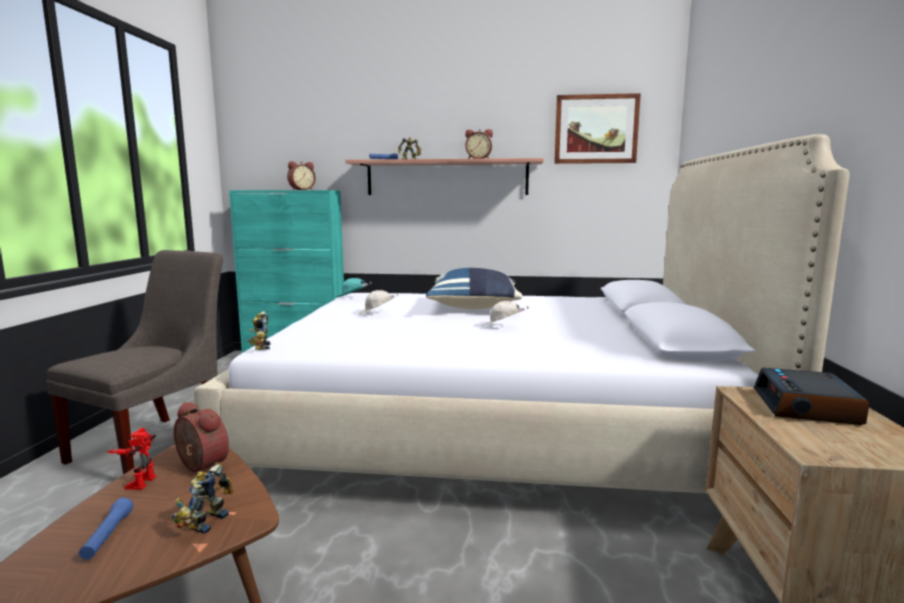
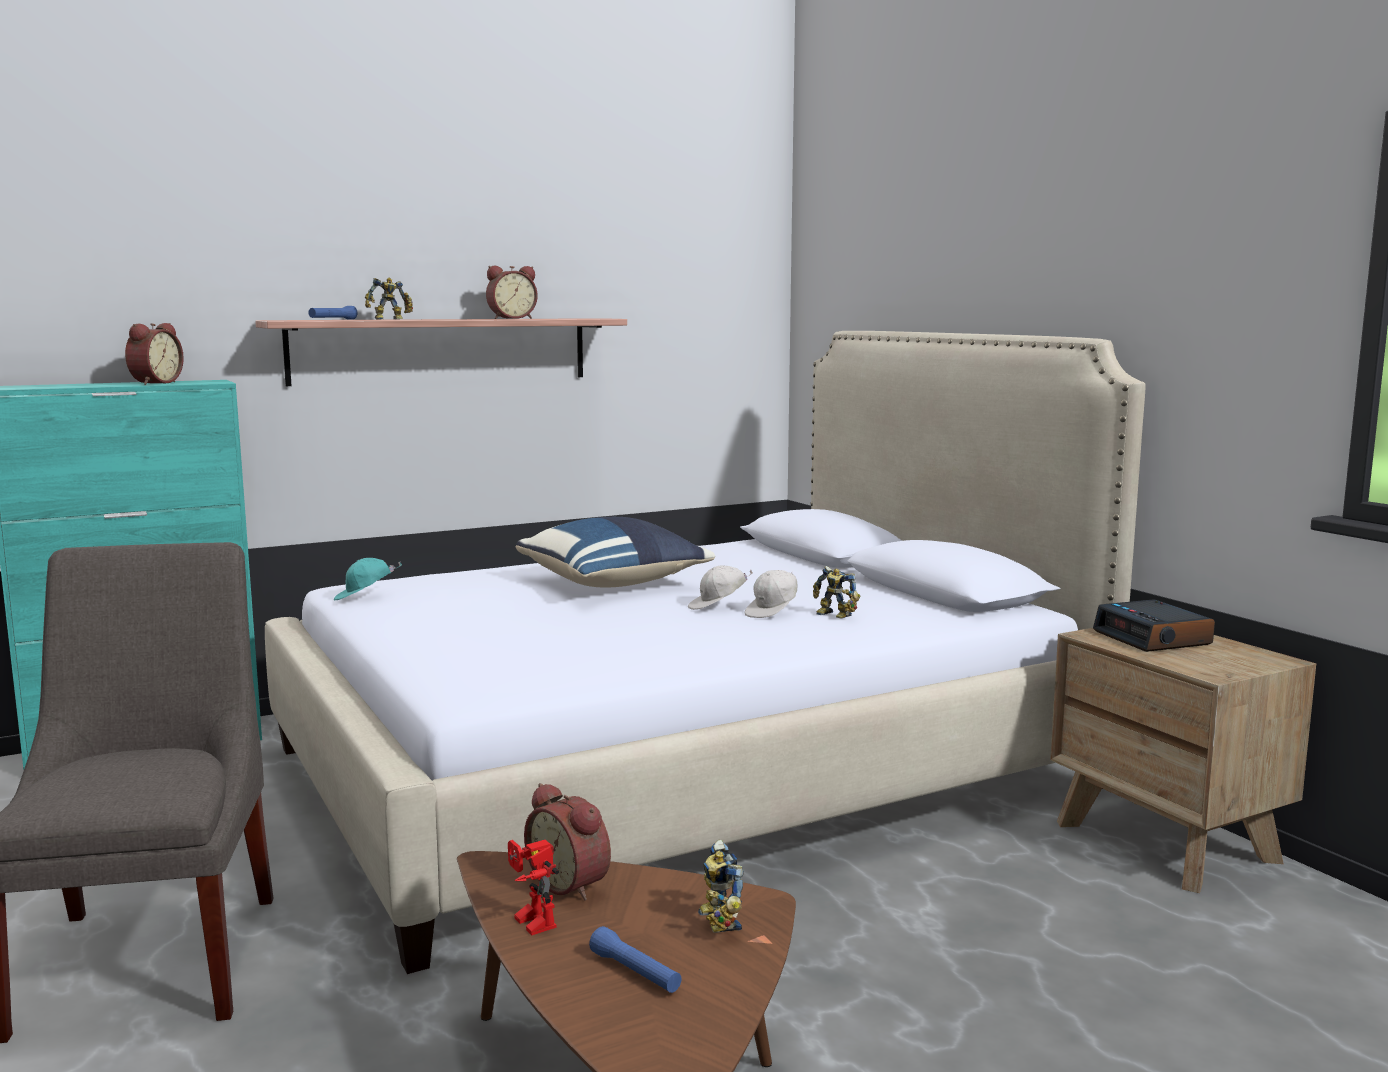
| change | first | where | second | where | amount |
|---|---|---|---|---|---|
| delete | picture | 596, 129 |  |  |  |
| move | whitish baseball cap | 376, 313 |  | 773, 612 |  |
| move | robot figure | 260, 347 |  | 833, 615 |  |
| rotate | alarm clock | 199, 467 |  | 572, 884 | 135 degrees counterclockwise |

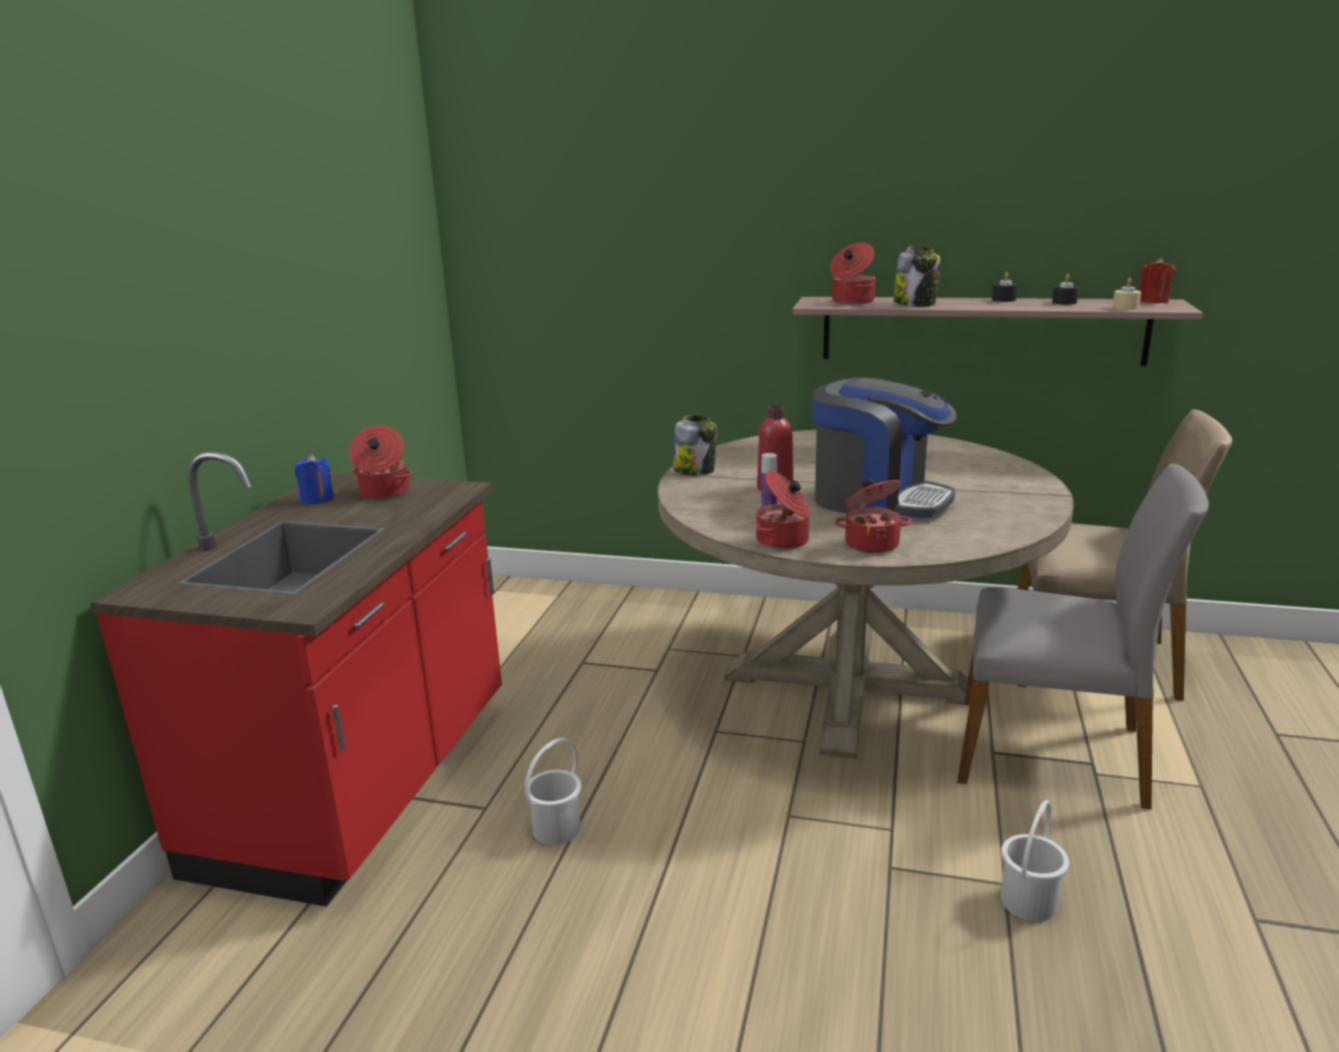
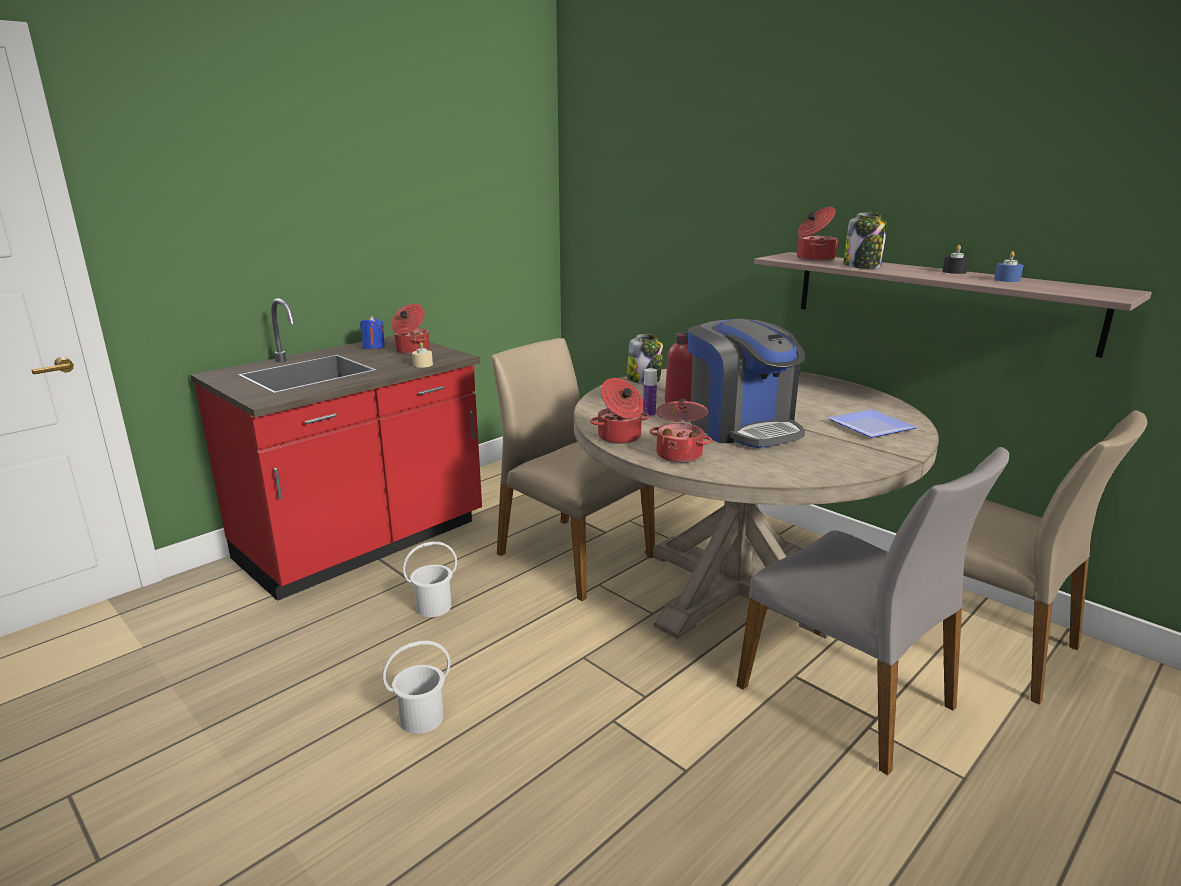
| change | first | where | second | where | amount |
|---|---|---|---|---|---|
| delete | reddish wax candle | 1153, 301 |  |  |  |
| recolor | blackish wax candle | 1064, 302 | bluish wax candle | 1007, 280 |  |
| move | beige-coloured wax candle | 1125, 307 |  | 423, 364 |  |
| move | whitish bucket | 1029, 901 |  | 422, 718 |  |
| insert |  |  | beige-coloured plain chair | 572, 555 |  |
| insert |  |  | plate | 871, 428 |  |

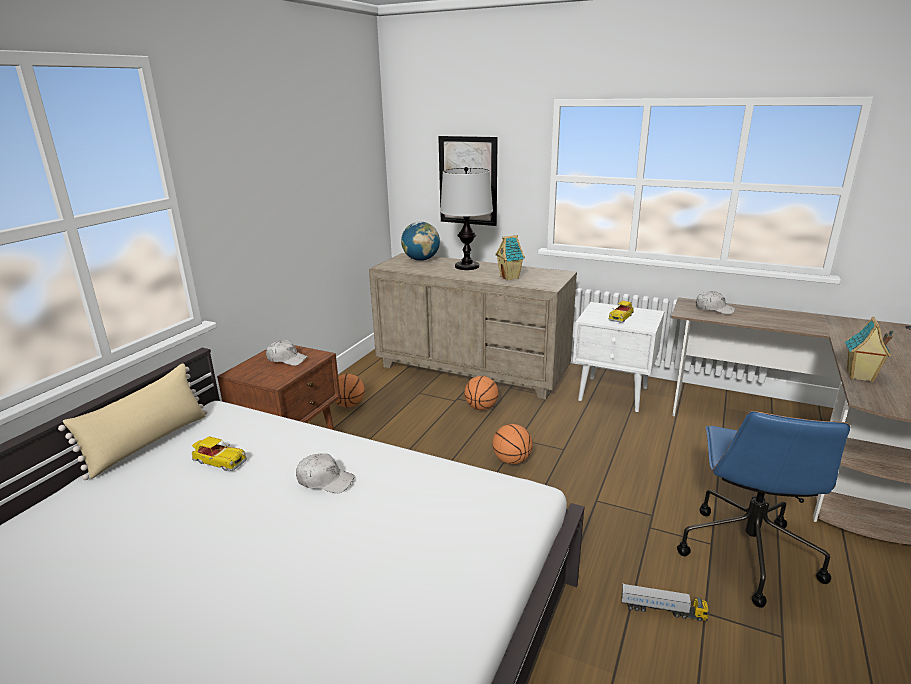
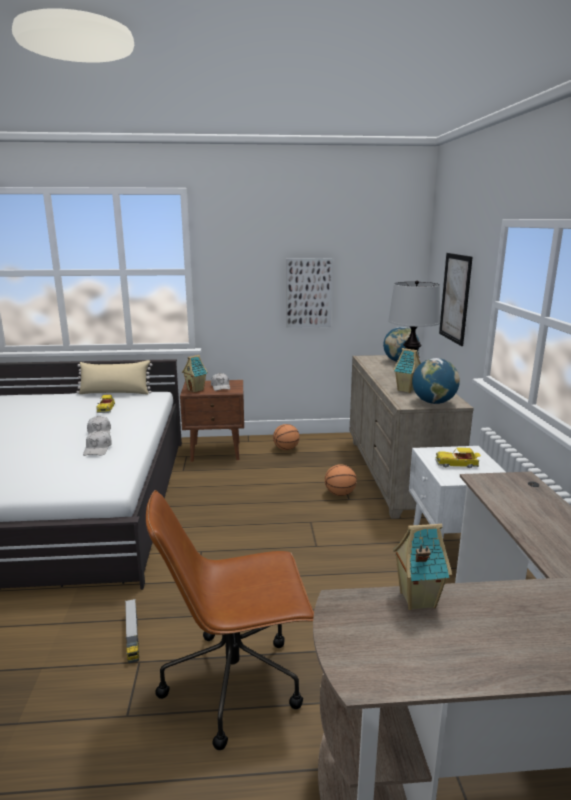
| change | first | where | second | where | amount |
|---|---|---|---|---|---|
| move | whitish baseball cap | 714, 309 |  | 98, 449 |  |
| recolor | bluish office chair | 746, 552 | brownish office chair | 235, 682 |  |
| delete | basketball | 511, 460 |  |  |  |
| insert |  |  | picture | 308, 293 |  |
| insert |  |  | miniature house | 196, 390 |  |
| insert |  |  | globe | 433, 402 |  |

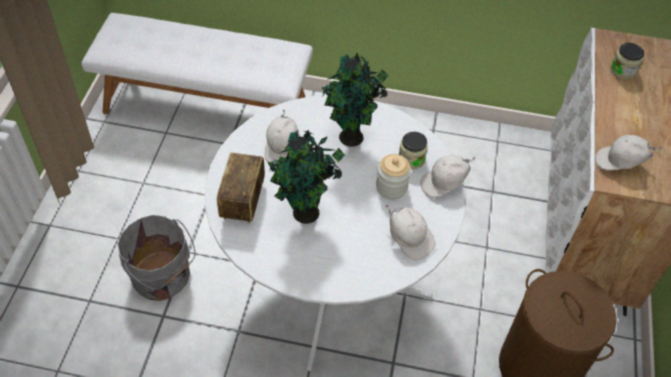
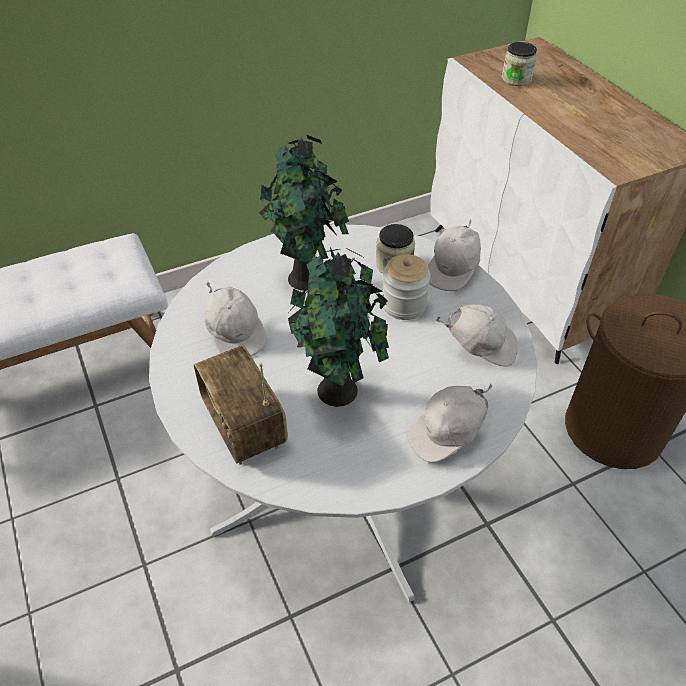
| change | first | where | second | where | amount |
|---|---|---|---|---|---|
| move | whitish baseball cap | 620, 163 |  | 447, 435 |  |
| delete | gray bucket | 162, 277 |  |  |  |

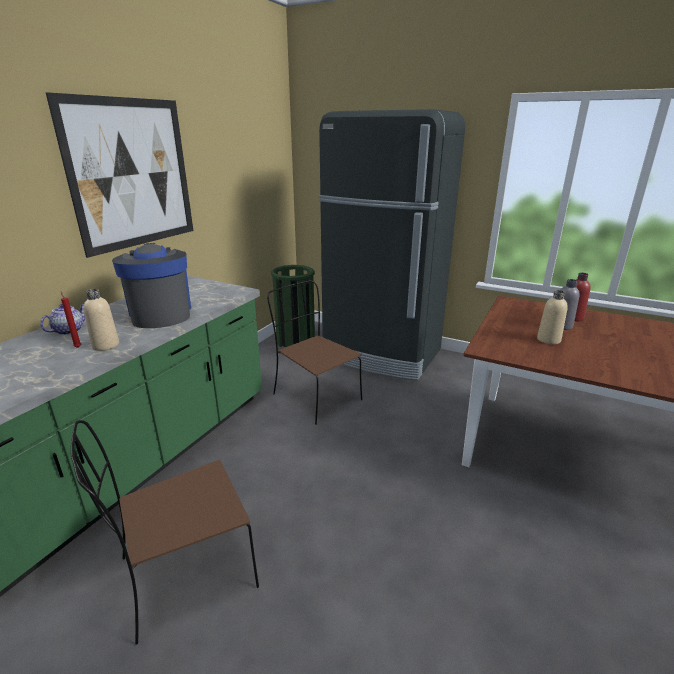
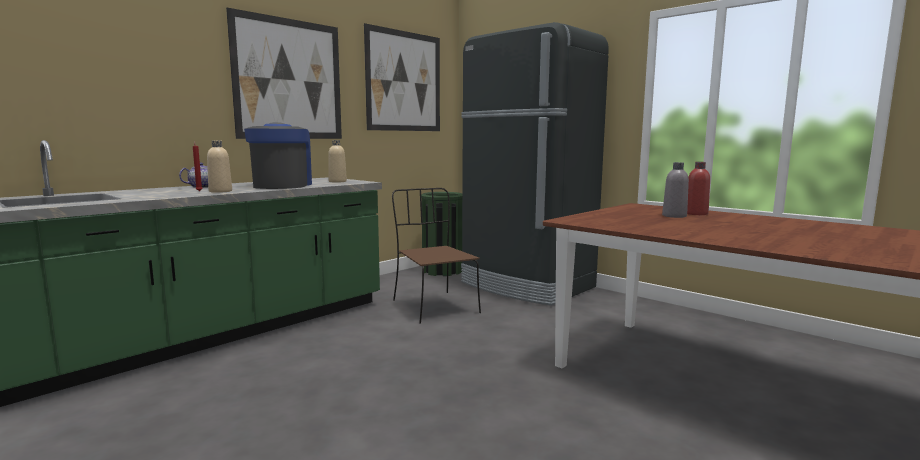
| change | first | where | second | where | amount |
|---|---|---|---|---|---|
| move | beige-coloured beverage bottle | 548, 340 |  | 337, 181 |  |
| delete | brownish plain chair | 184, 574 |  |  |  |
| insert |  |  | picture | 404, 81 |  |

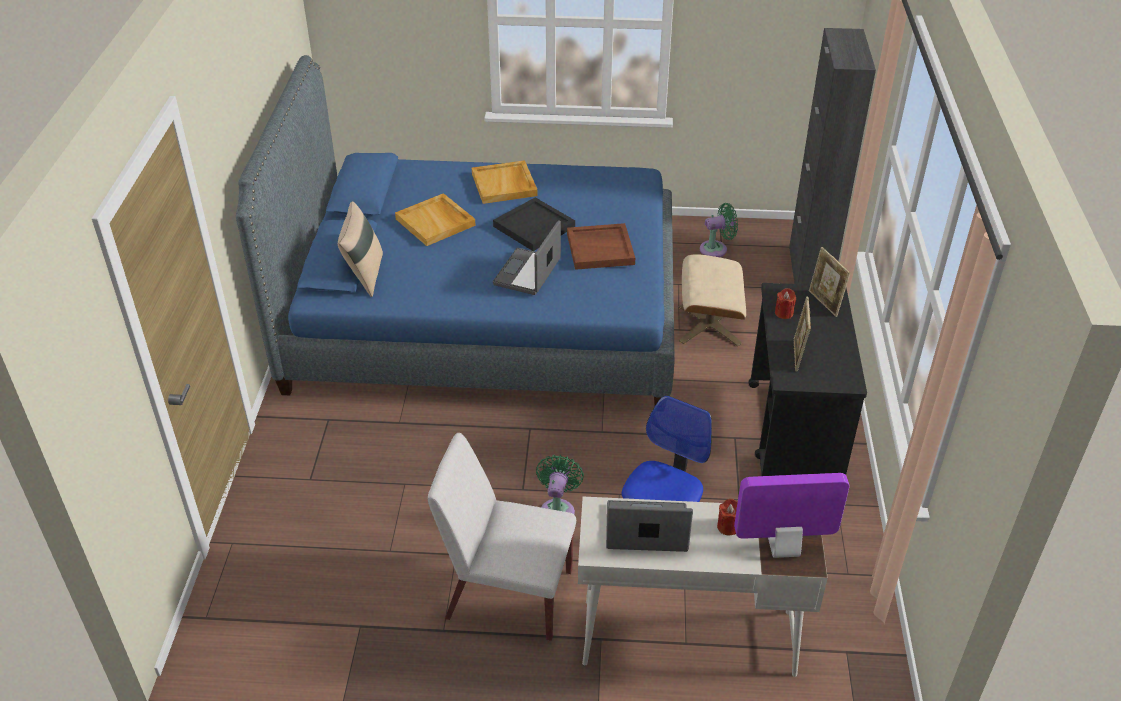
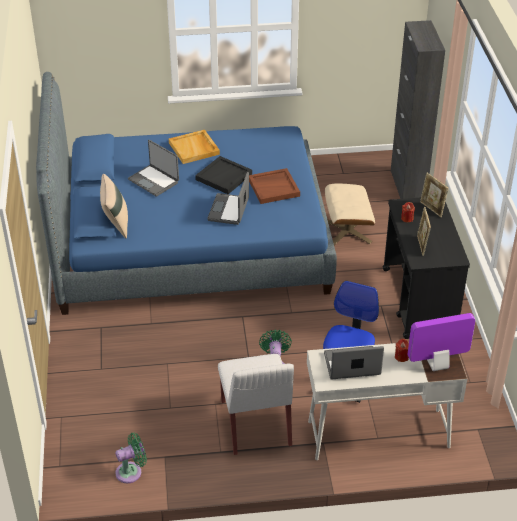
| change | first | where | second | where | amount |
|---|---|---|---|---|---|
| replace | beige-coloured tray | 436, 222 | laptop | 154, 181 |  |
| move | green-coloured electric fan | 716, 249 |  | 131, 471 |  |
| rotate | whitish plain chair | 507, 594 |  | 256, 424 | 105 degrees counterclockwise |

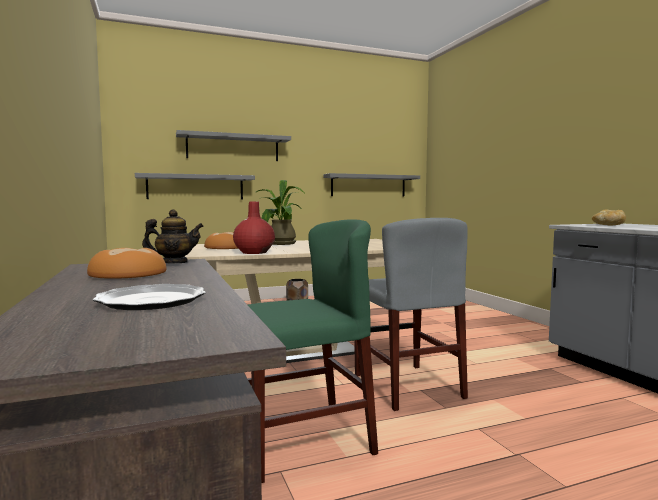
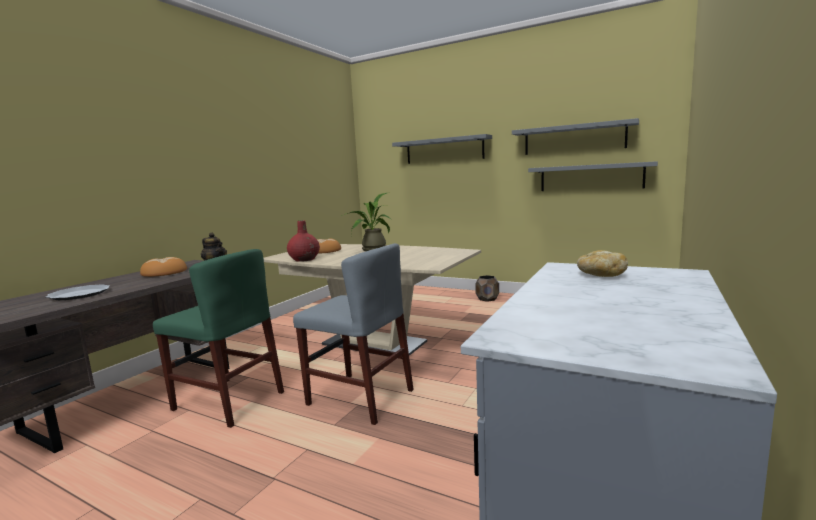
| change | first | where | second | where | amount |
|---|---|---|---|---|---|
| move | gray wall shelf | 196, 187 |  | 574, 139 |  |
| rotate | gray plain chair | 407, 386 |  | 360, 397 | 90 degrees counterclockwise |

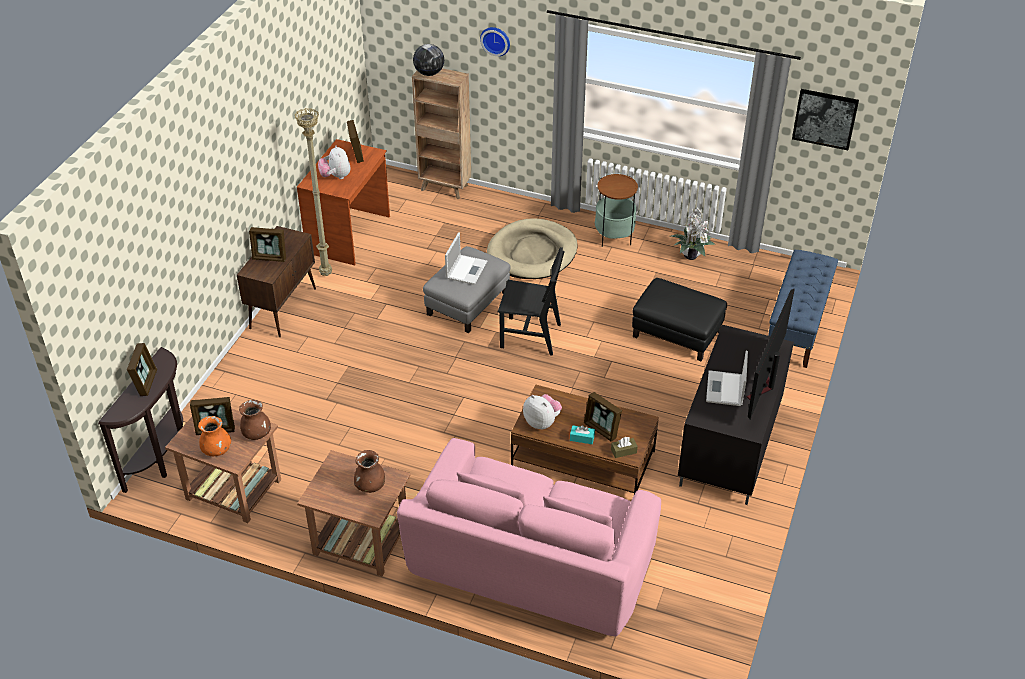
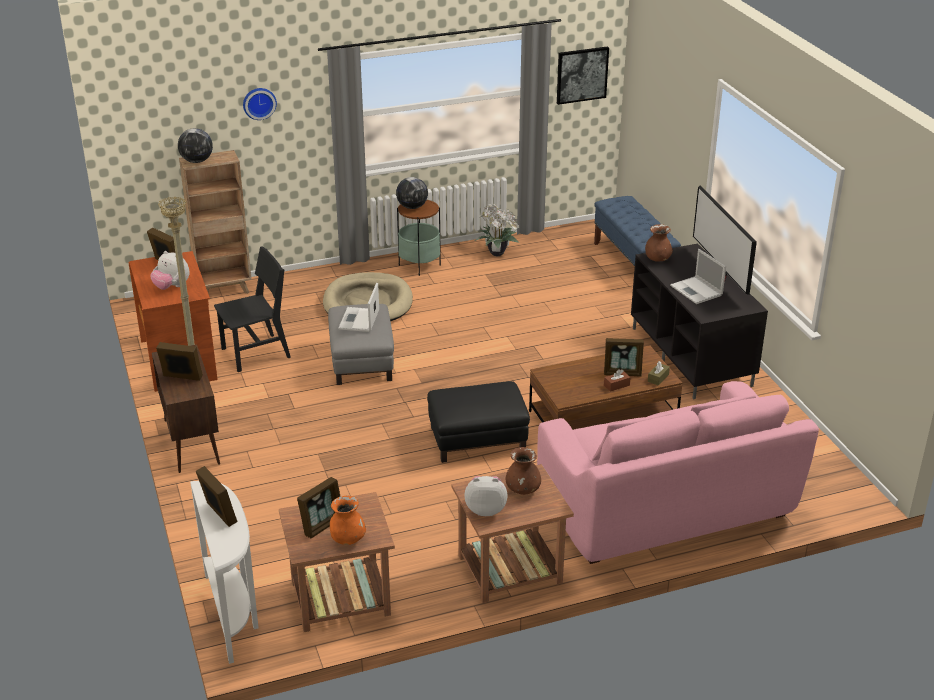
| change | first | where | second | where | amount |
|---|---|---|---|---|---|
| rotate | standing frame | 270, 257 |  | 181, 377 | 135 degrees counterclockwise |
| rotate | laptop | 466, 269 |  | 359, 320 | 150 degrees counterclockwise |
| move | blackish plain chair | 530, 336 |  | 256, 353 |  |
| move | blackish footrest | 677, 333 |  | 477, 439 |  |
| recolor | brownish console table | 163, 457 | whitish console table | 233, 613 |  |
| move | plush toy | 542, 422 |  | 485, 509 |  |
| move | brownish decorative vase | 256, 433 |  | 657, 259 |  |
| recolor | turquoise-coloured box of tissues | 582, 438 | brownish box of tissues | 616, 385 |  |
| insert |  |  | globe | 412, 207 |  |

